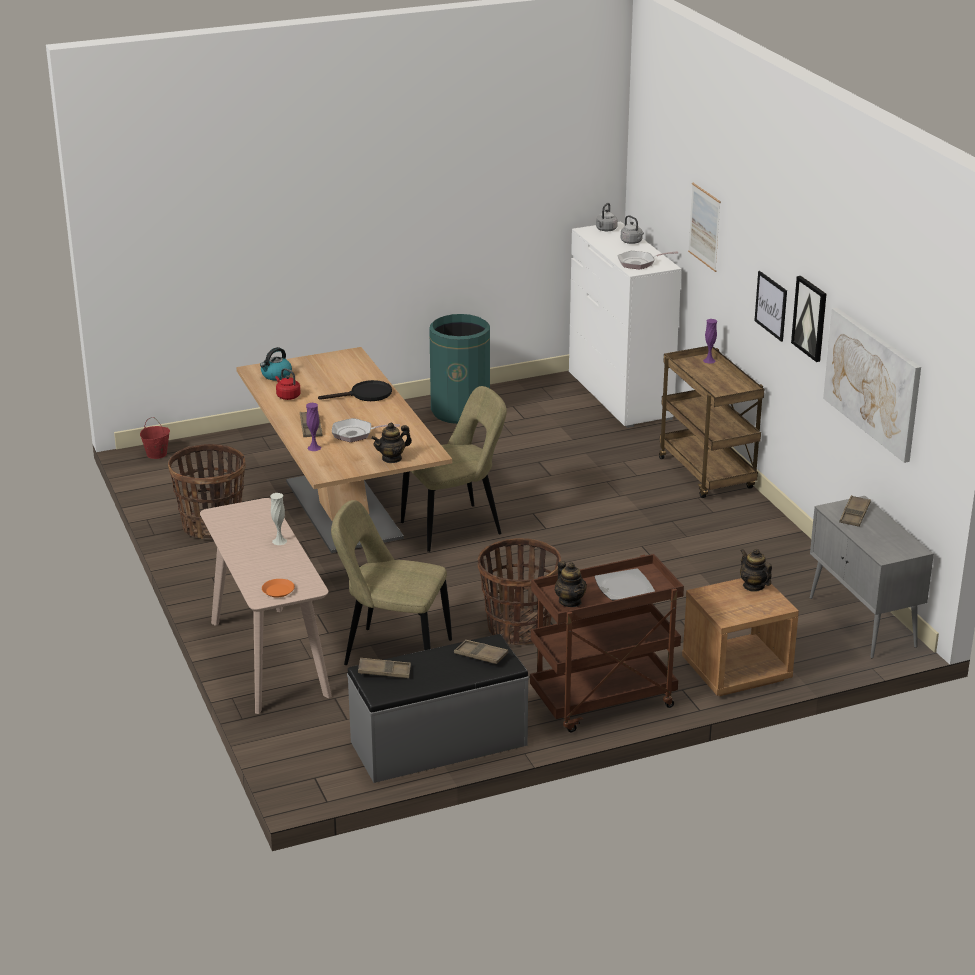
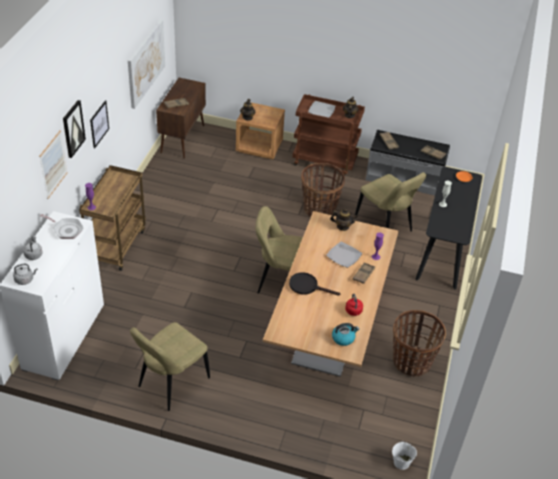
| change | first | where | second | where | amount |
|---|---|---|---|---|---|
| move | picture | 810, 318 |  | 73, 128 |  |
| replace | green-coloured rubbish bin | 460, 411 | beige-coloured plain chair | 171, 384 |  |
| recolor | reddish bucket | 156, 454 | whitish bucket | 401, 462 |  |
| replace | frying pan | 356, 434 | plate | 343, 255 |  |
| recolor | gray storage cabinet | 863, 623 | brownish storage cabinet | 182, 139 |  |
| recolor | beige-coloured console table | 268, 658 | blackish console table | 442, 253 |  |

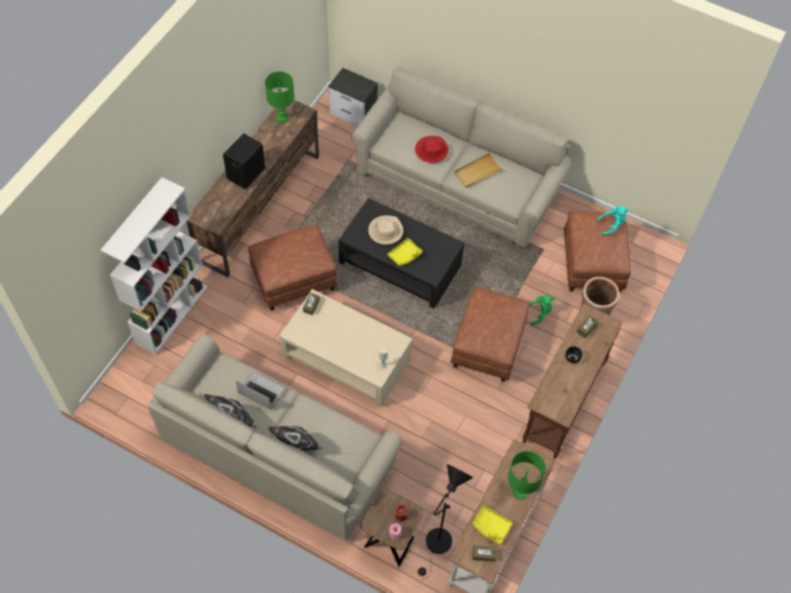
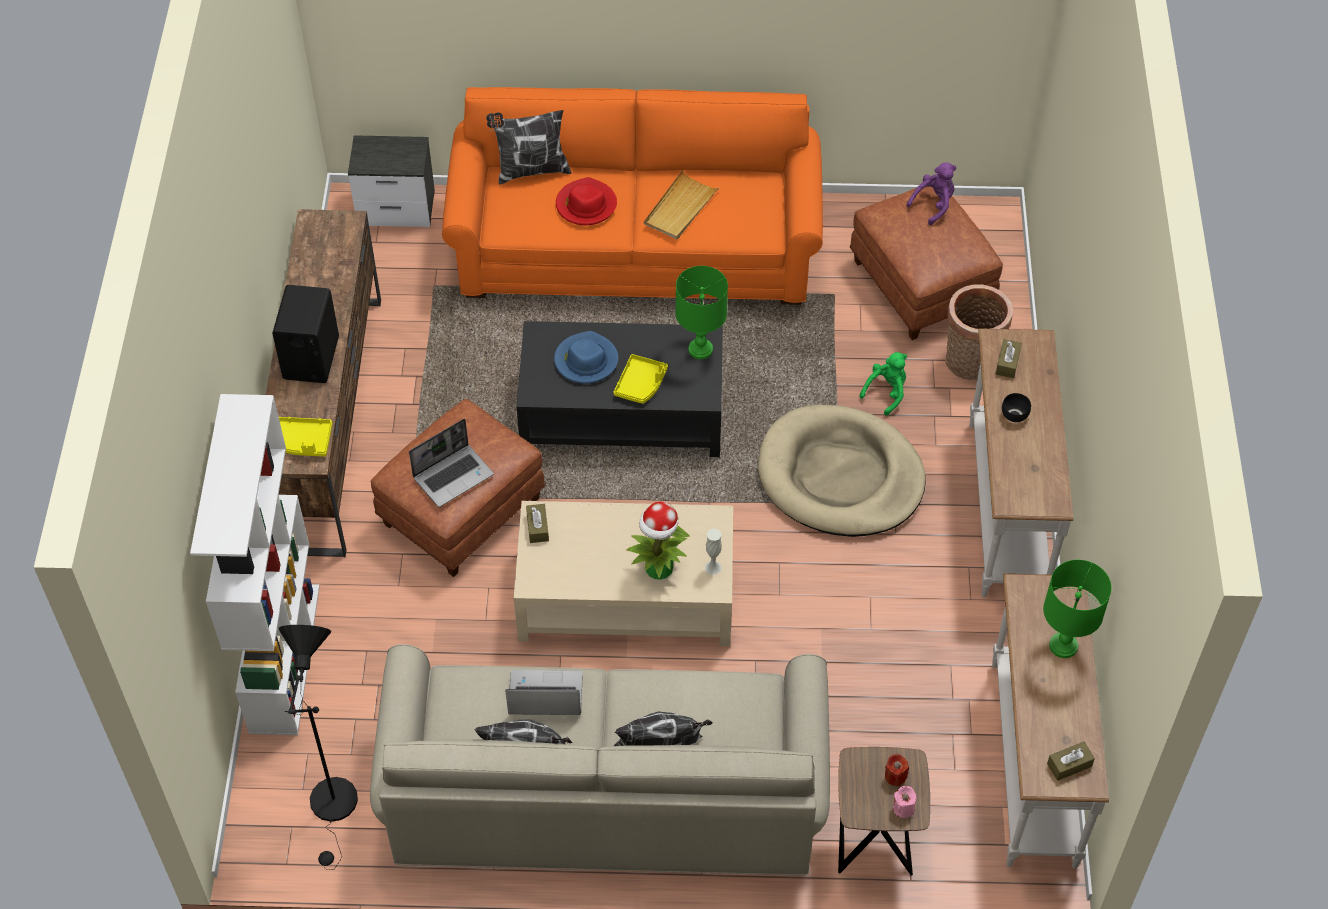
| change | first | where | second | where | amount |
|---|---|---|---|---|---|
| recolor | beige-coloured couch | 458, 182 | orange couch | 636, 247 |  |
| move | green-coloured table lamp | 282, 117 |  | 700, 349 |  |
| recolor | turquoise-coloured plush toy | 612, 225 | purple-coloured plush toy | 934, 204 |  |
| recolor | beige-coloured wearable hat | 385, 231 | bluish wearable hat | 585, 360 |  |
| replace | brownish footrest | 488, 346 | beige-coloured pet bed | 840, 476 |  |
| recolor | brownish console table | 562, 402 | whitish console table | 1004, 508 |  |
| move | blackish standing lamp | 437, 546 |  | 334, 809 |  |
| move | yellow-coloured tray | 491, 527 |  | 303, 442 |  |
| insert |  |  | throw pillow | 531, 170 |  |
| insert |  |  | laptop | 453, 475 |  |
| insert |  |  | potted plant | 659, 568 |  |

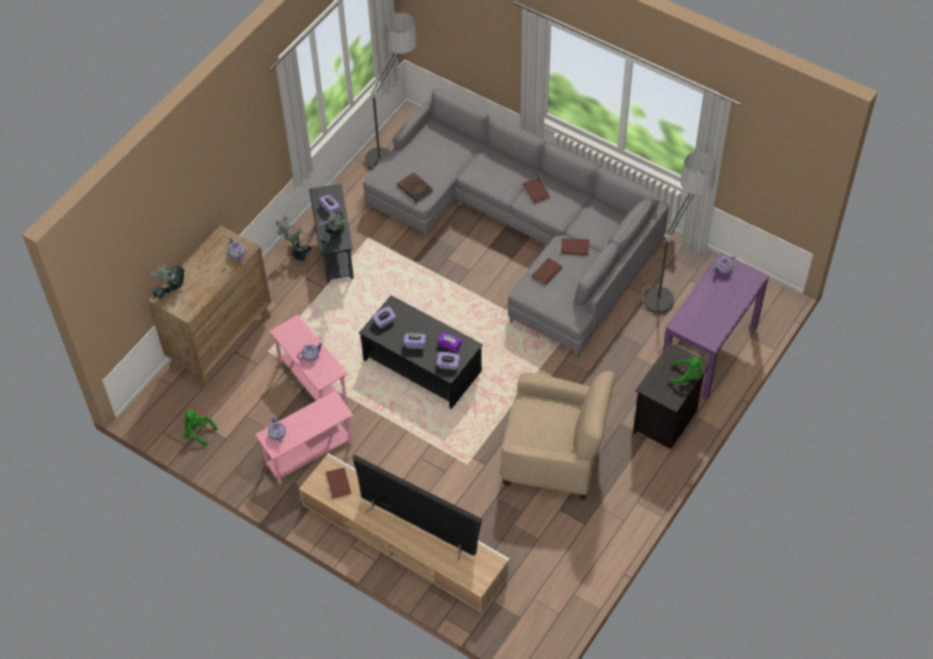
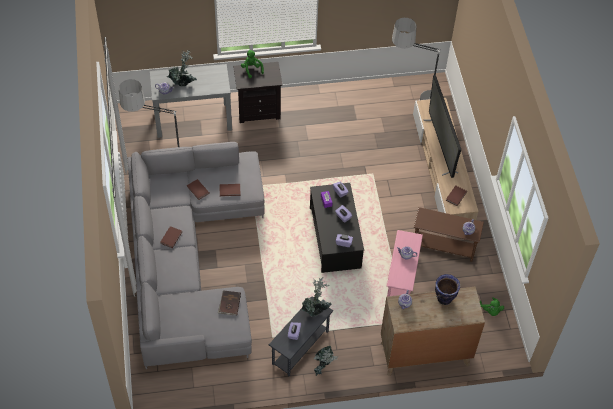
| change | first | where | second | where | amount |
|---|---|---|---|---|---|
| move | standing lamp | 392, 145 |  | 413, 102 |  |
| recolor | purple-coloured console table | 708, 350 | gray console table | 193, 119 |  |
| move | potted plant | 171, 294 |  | 183, 82 |  |
| delete | beige-coloured lounge chair | 554, 456 |  |  |  |
| recolor | pink accent table | 309, 454 | brownish accent table | 443, 246 |  |
| insert |  |  | decorative vase | 444, 298 |  |

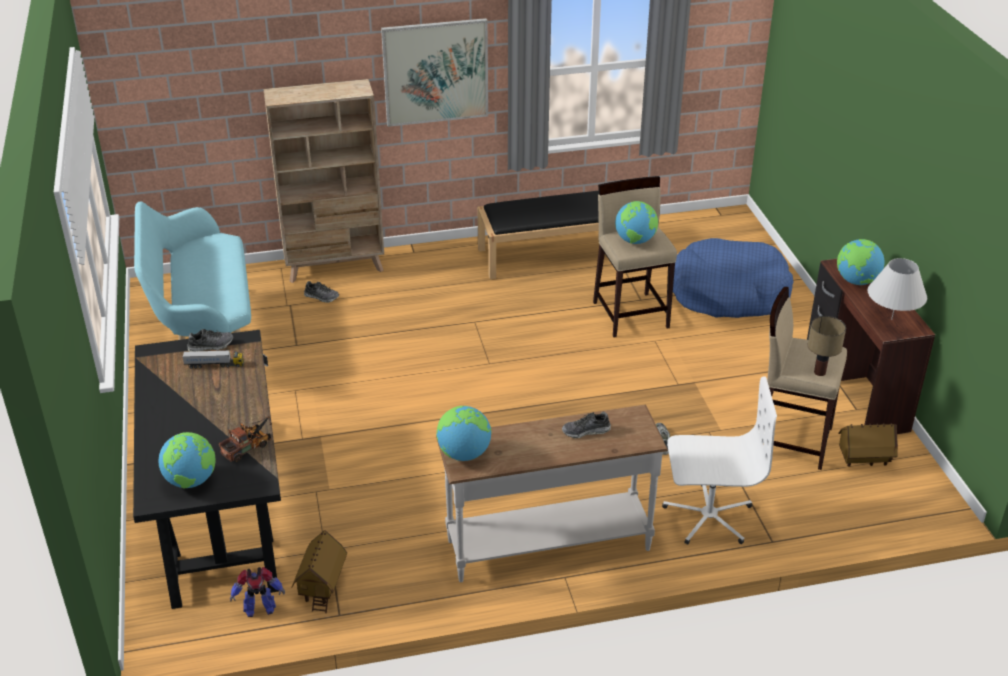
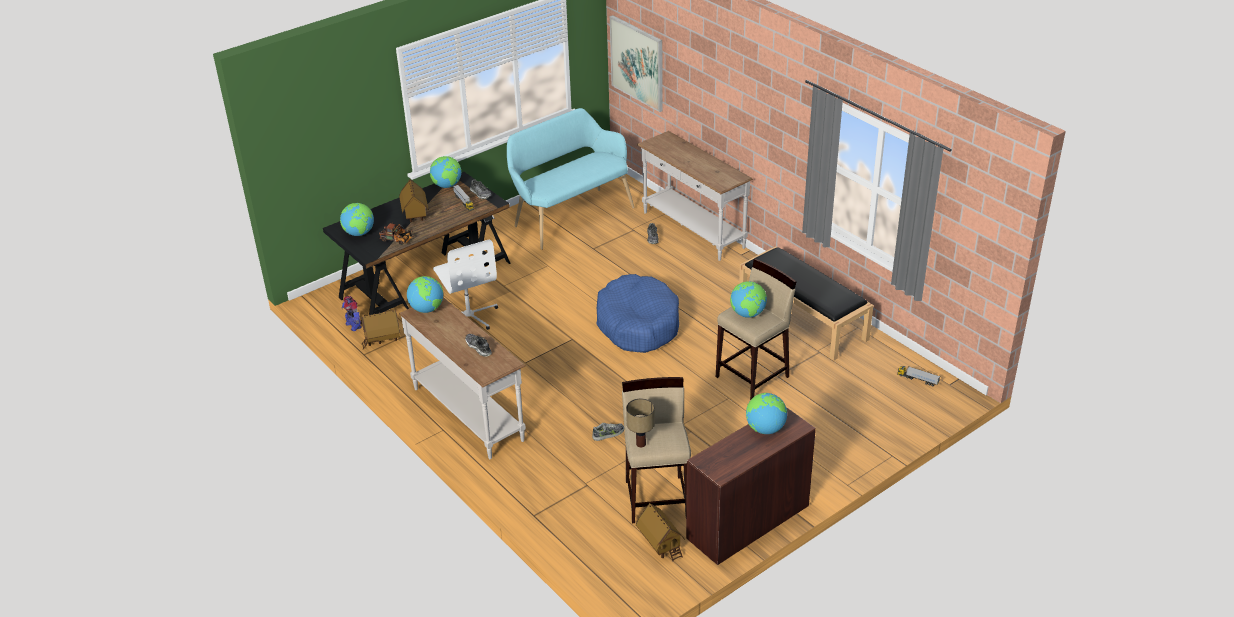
| change | first | where | second | where | amount |
|---|---|---|---|---|---|
| move | picture | 435, 72 |  | 637, 63 |  |
| replace | beige-coloured bookcase | 335, 267 | whitish console table | 692, 230 |  |
| move | bluish pet bed | 727, 292 |  | 638, 324 |  |
| delete | whitish table lamp | 891, 319 |  |  |  |
| move | whitish office chair | 708, 516 |  | 469, 316 |  |
| insert |  |  | globe | 447, 186 |  |
| insert |  |  | miniature house | 415, 215 |  |
| insert |  |  | toy lorry | 917, 379 |  |

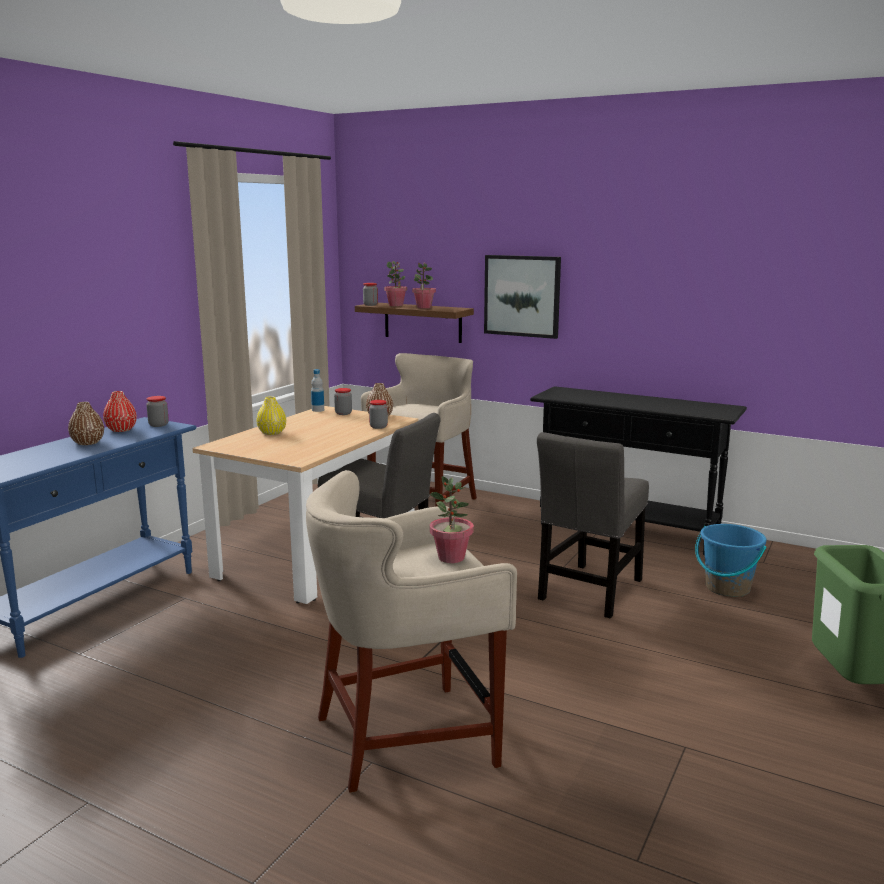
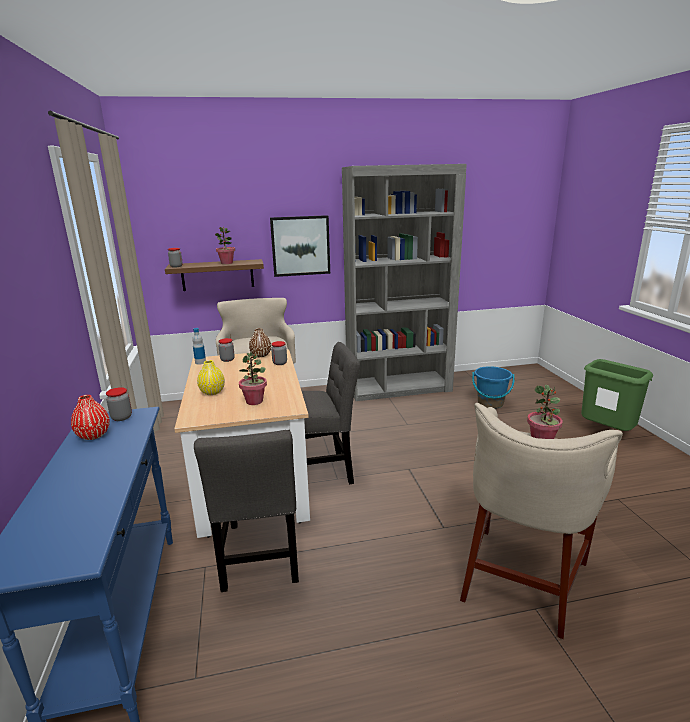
| change | first | where | second | where | amount |
|---|---|---|---|---|---|
| move | potted plant | 396, 305 |  | 254, 401 |  |
| replace | blackish console table | 628, 530 | gray bookcase | 399, 388 |  |
| delete | brownish decorative vase | 88, 443 |  |  |  |
| move | gray plain chair | 589, 592 |  | 260, 556 |  |

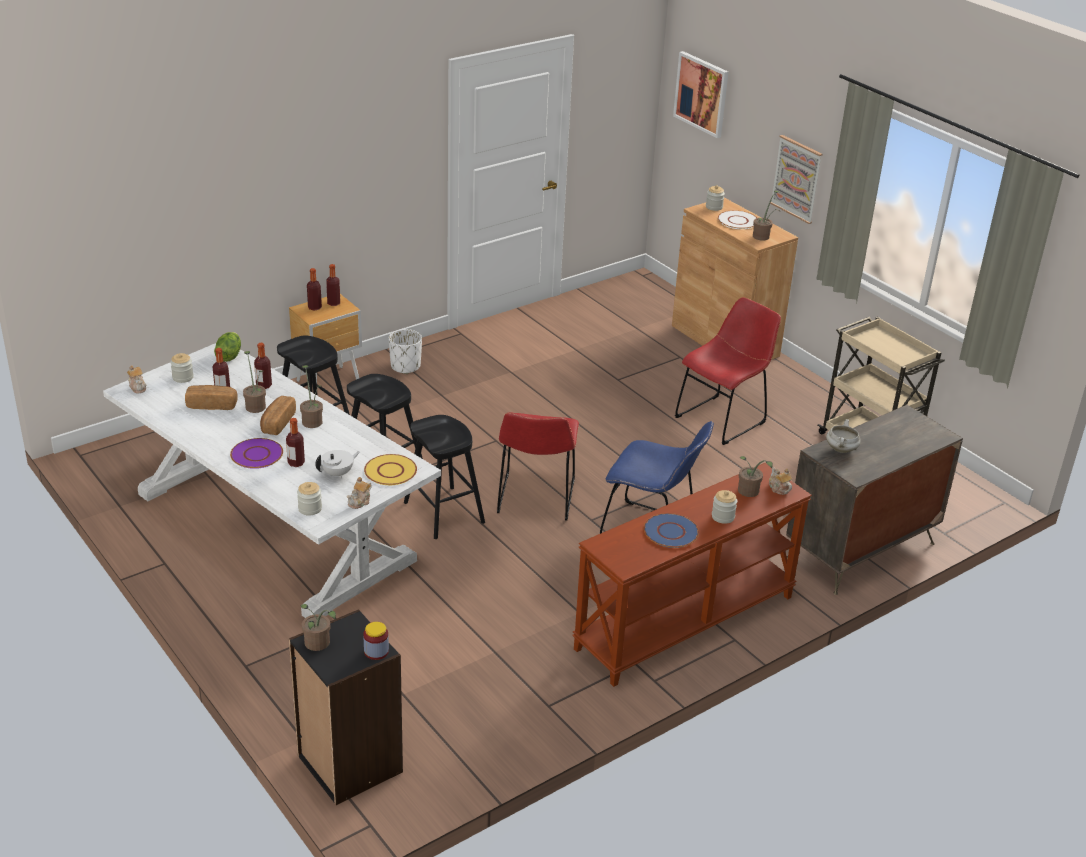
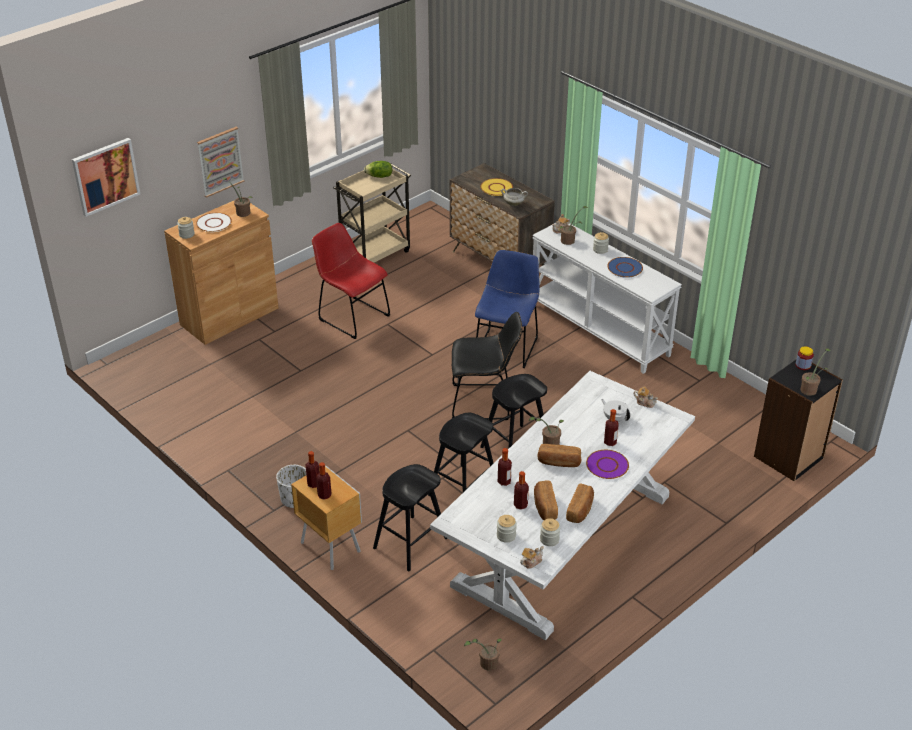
| change | first | where | second | where | amount |
|---|---|---|---|---|---|
| move | lettuce | 228, 356 |  | 379, 176 |  |
| move | potted plant | 255, 405 |  | 486, 663 |  |
| recolor | reddish plain chair | 535, 500 | blackish plain chair | 484, 402 |  |
| move | yellow-coloured plate | 390, 471 |  | 496, 188 |  |
| recolor | brownish console table | 685, 623 | whitish console table | 600, 329 |  |
| move | jar | 310, 509 |  | 549, 539 |  |
| insert |  |  | baked bread | 580, 510 |  |

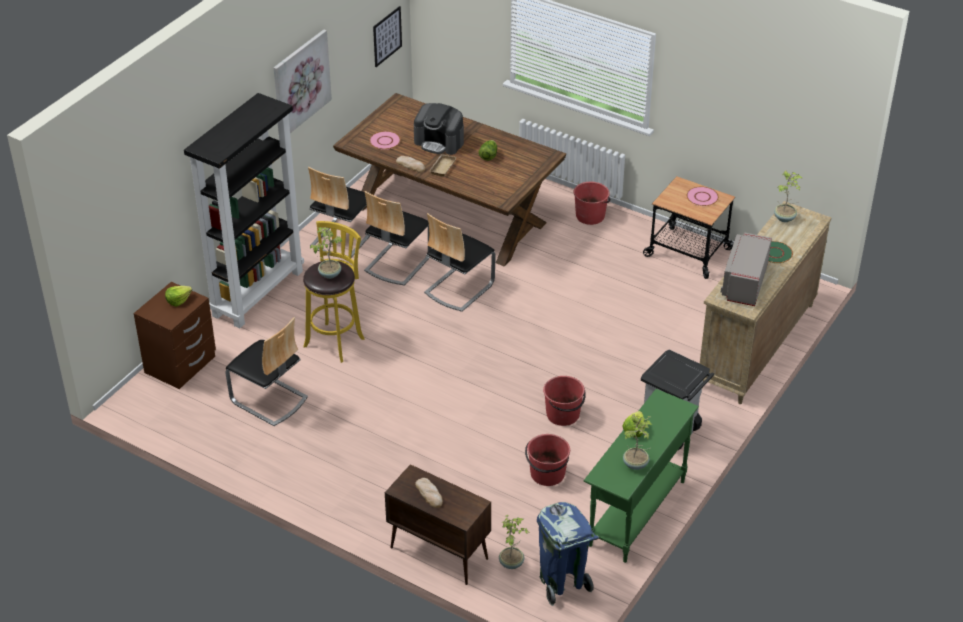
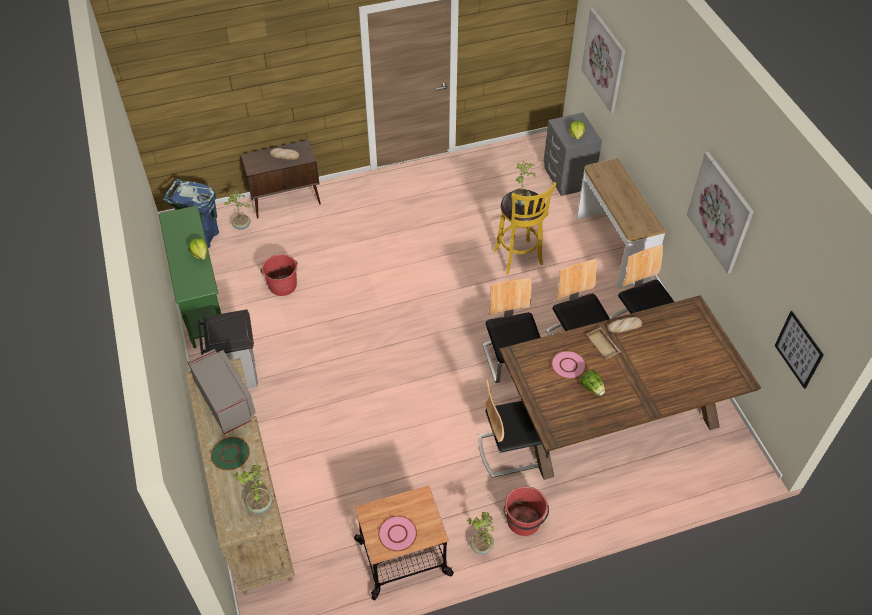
| change | first | where | second | where | amount |
|---|---|---|---|---|---|
| replace | blackish bookcase | 258, 292 | console table | 612, 248 |  |
| delete | coffee machine | 439, 142 |  |  |  |
| move | pink plate | 385, 141 |  | 568, 365 |  |
| recolor | brownish night table | 181, 365 | gray night table | 567, 178 |  |
| move | plain chair | 269, 400 |  | 511, 450 |  |
| delete | reddish bucket | 563, 415 |  |  |  |
| move | potted plant | 636, 464 |  | 481, 546 |  |
| insert |  |  | picture | 604, 60 |  |

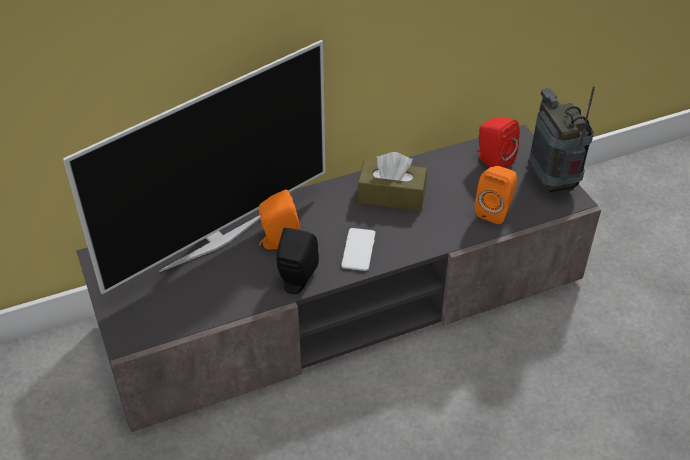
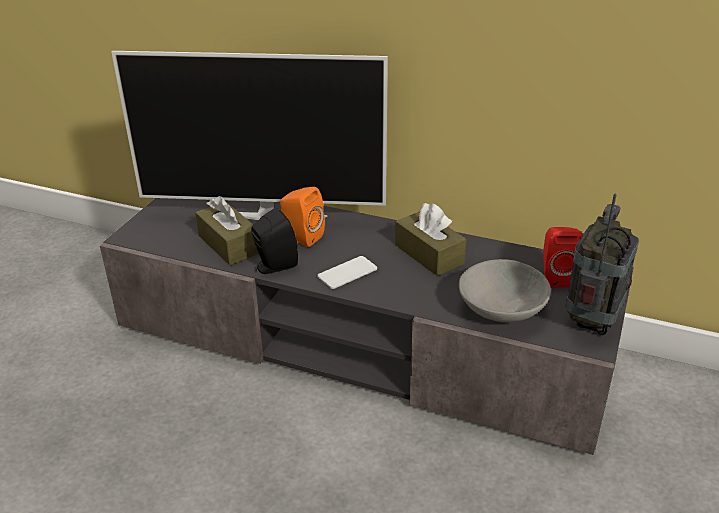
| change | first | where | second | where | amount |
|---|---|---|---|---|---|
| replace | orange speaker | 495, 210 | gray bowl | 502, 310 |  |
| insert |  |  | brownish box of tissues | 229, 244 |  |

